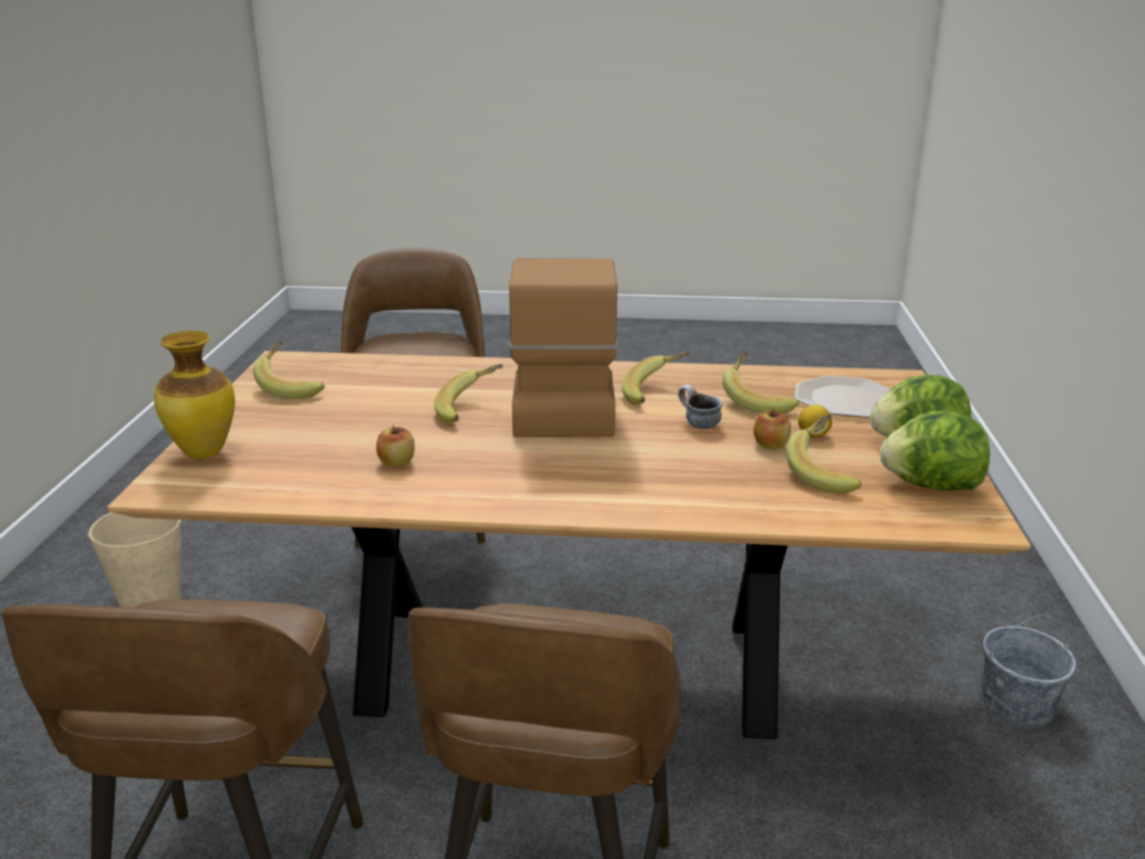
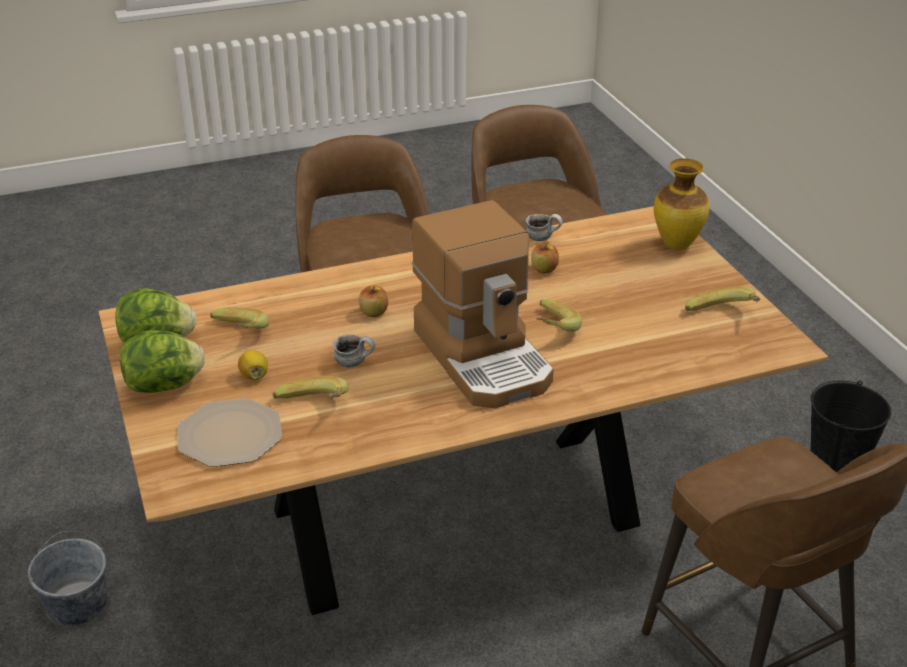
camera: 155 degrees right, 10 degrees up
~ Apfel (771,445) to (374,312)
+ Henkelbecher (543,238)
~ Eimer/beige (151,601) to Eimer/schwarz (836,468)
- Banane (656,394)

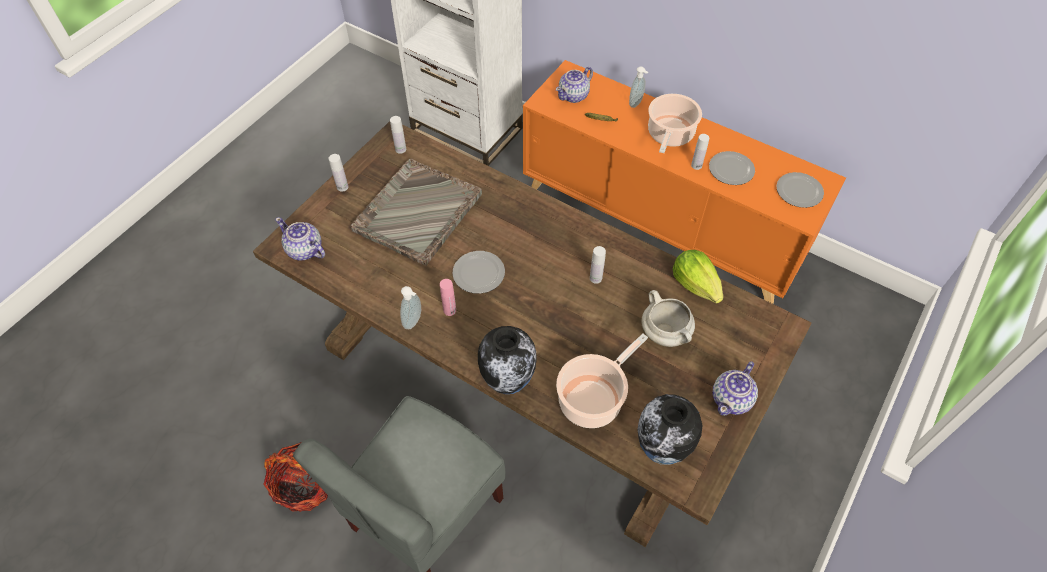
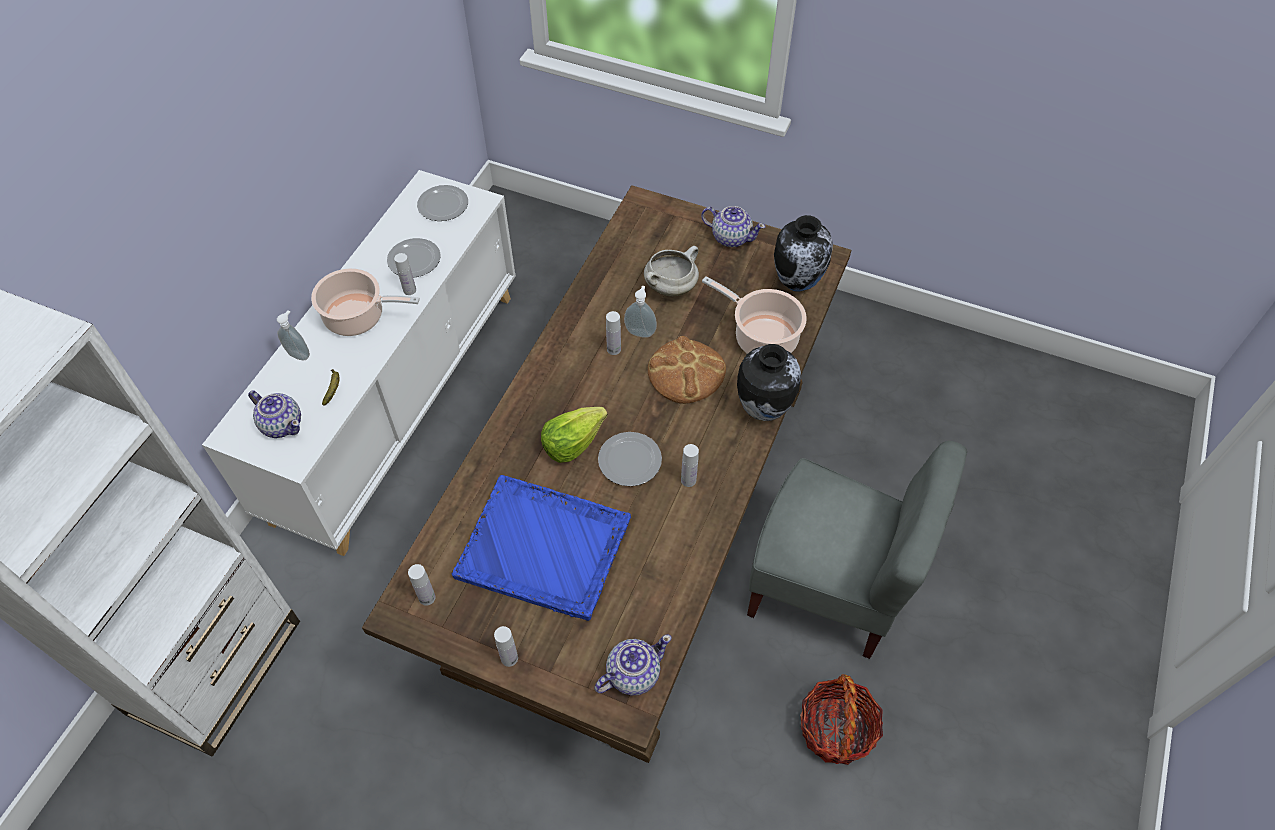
camera: 100 degrees left, 0 degrees up
~ Schrank/orange (660,223) to Schrank/weiß (399,402)
~ Tablett/grau (417,213) to Tablett/blau (545,548)
~ Salatkopf (696,284) to (572,442)
~ Teekanne (305,250) = (632,674) 150 degrees counterclockwise
~ Seifenspender (414,321) to (640,332)
+ Brot (686,373)
~ Flasche/rosa (449,310) to Flasche/weiß (688,480)

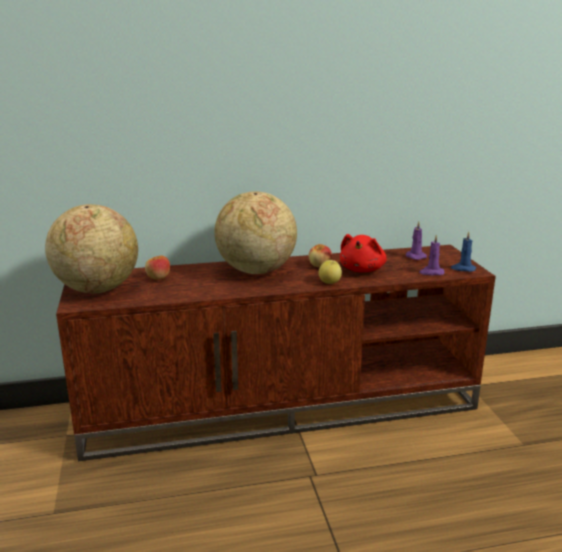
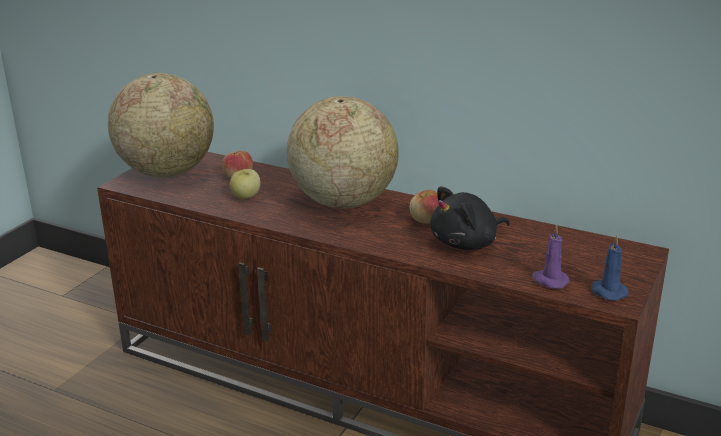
camera: 40 degrees right, 5 degrees up
~ Apfel (330,282) to (246,197)
~ Plüschtier/rot (362,269) to Plüschtier/schwarz (467,243)
- Kerze/lila (415,256)

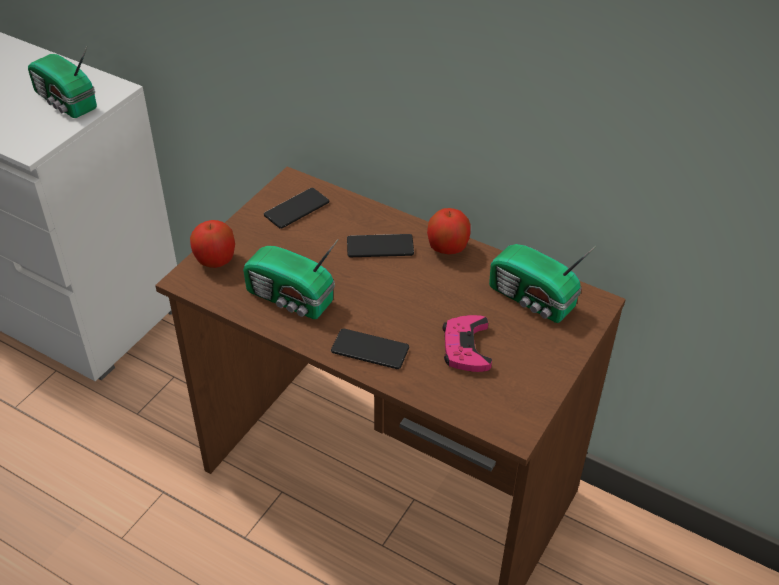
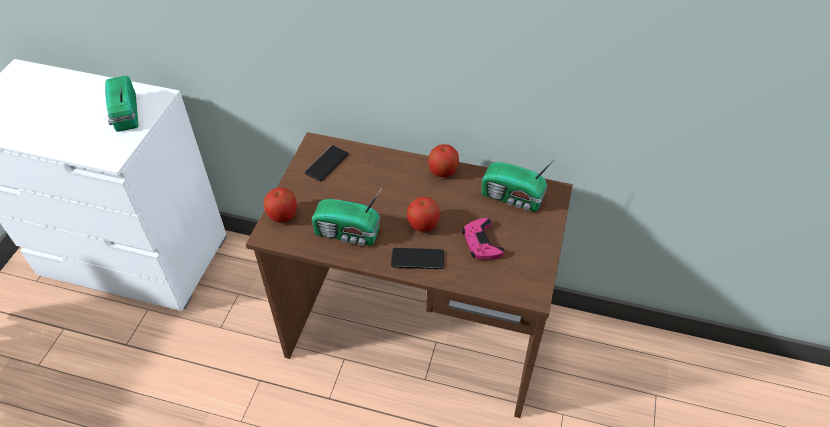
camera: 15 degrees left, 5 degrees up
~ Radio (65,102) = (124,114) 45 degrees clockwise
+ Apfel (423,225)
- Handy (380,247)

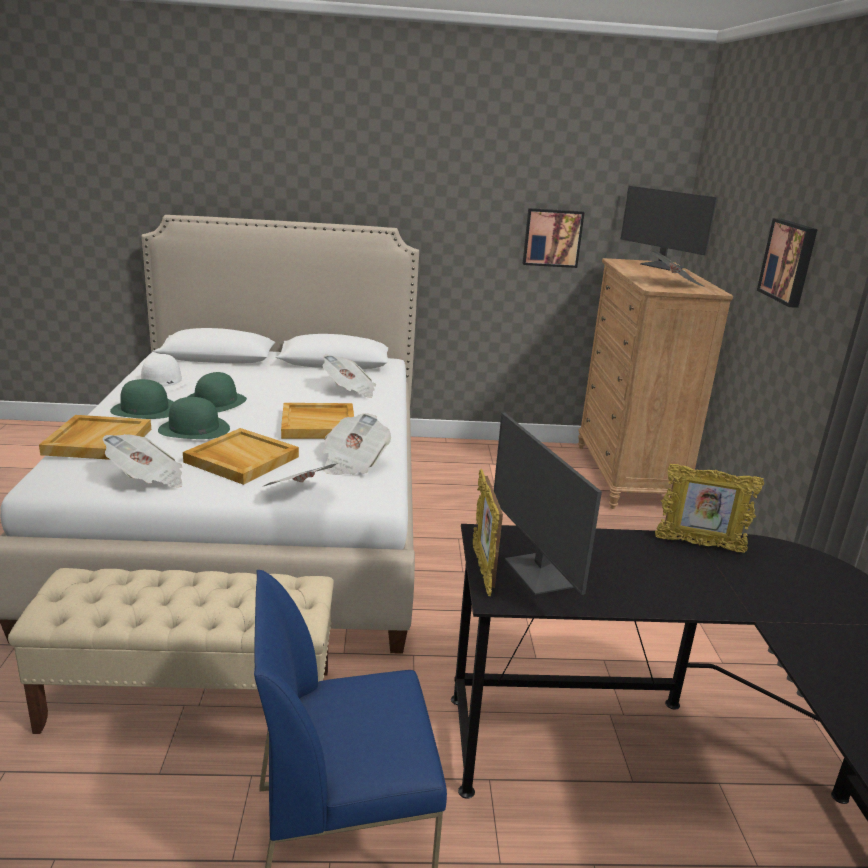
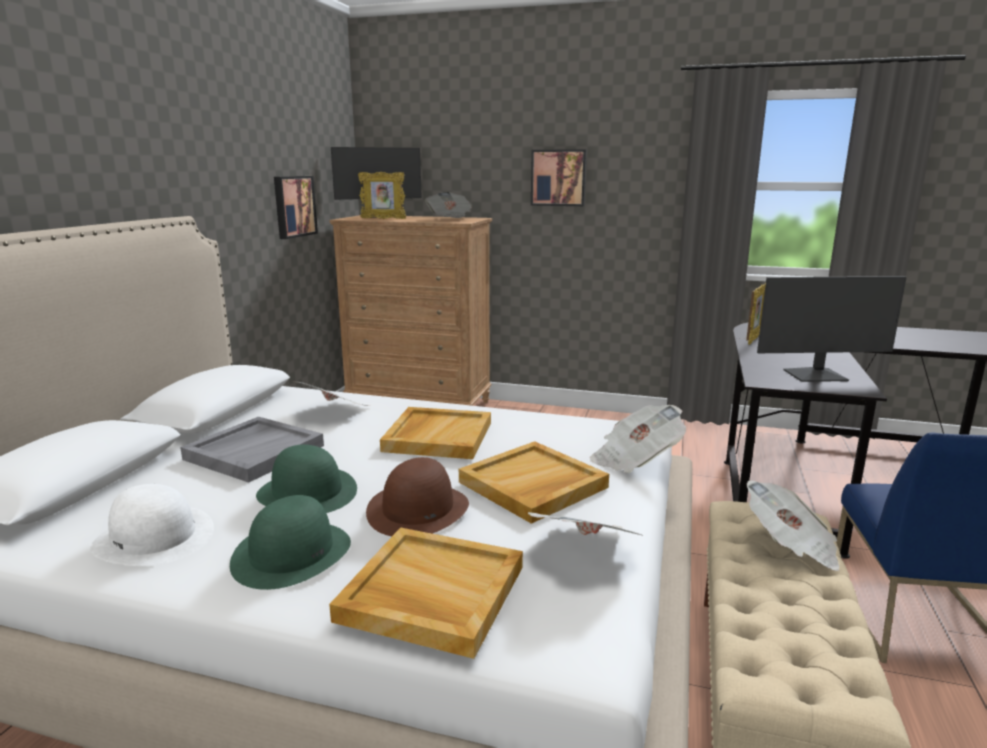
camera: 70 degrees left, 5 degrees down
+ Tablett/grau (255,452)
~ Bilderrahmen (483,570) to (383,219)
~ Hut/grün (193,429) to Hut/braun (418,509)
~ Zeitung (353,463) to (791,546)

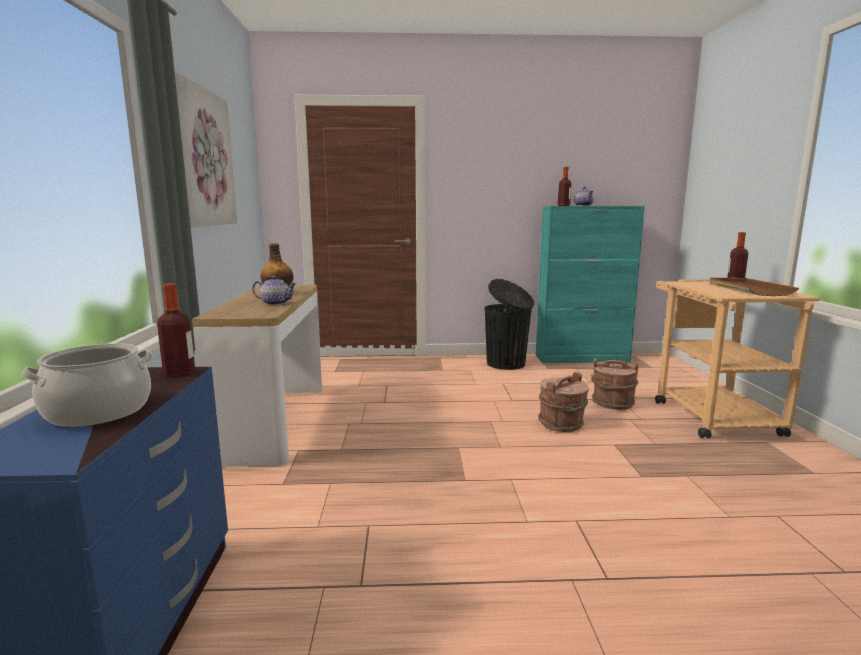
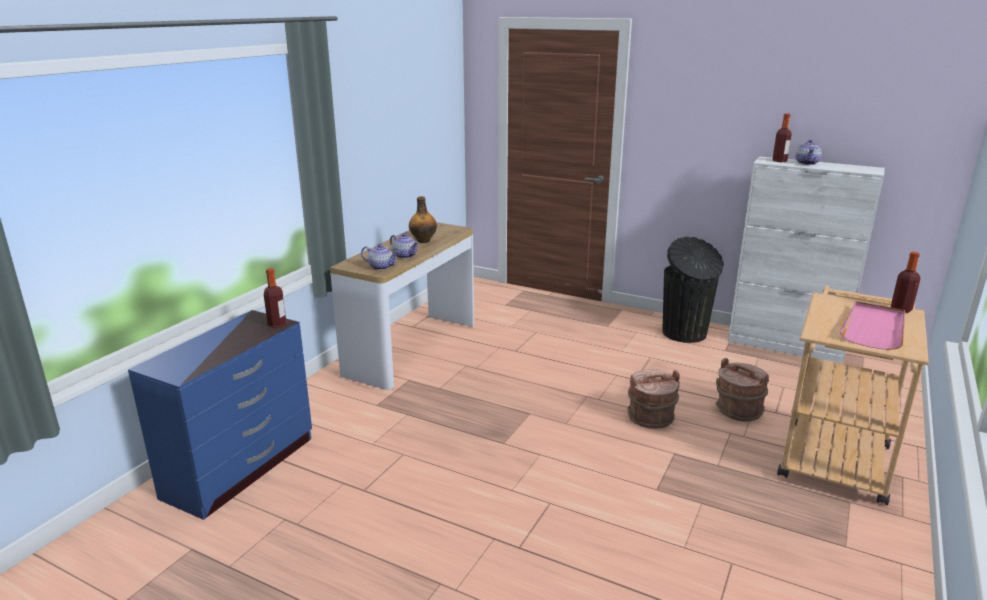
camera: 30 degrees right, 10 degrees up
+ Teekanne (381,267)
~ Schrank/türkis (582,358) to Schrank/weiß (786,346)
~ Tablett/braun (748,289) to Tablett/rosa (873,328)
- Kochtopf (98,411)
- Bild (203,158)

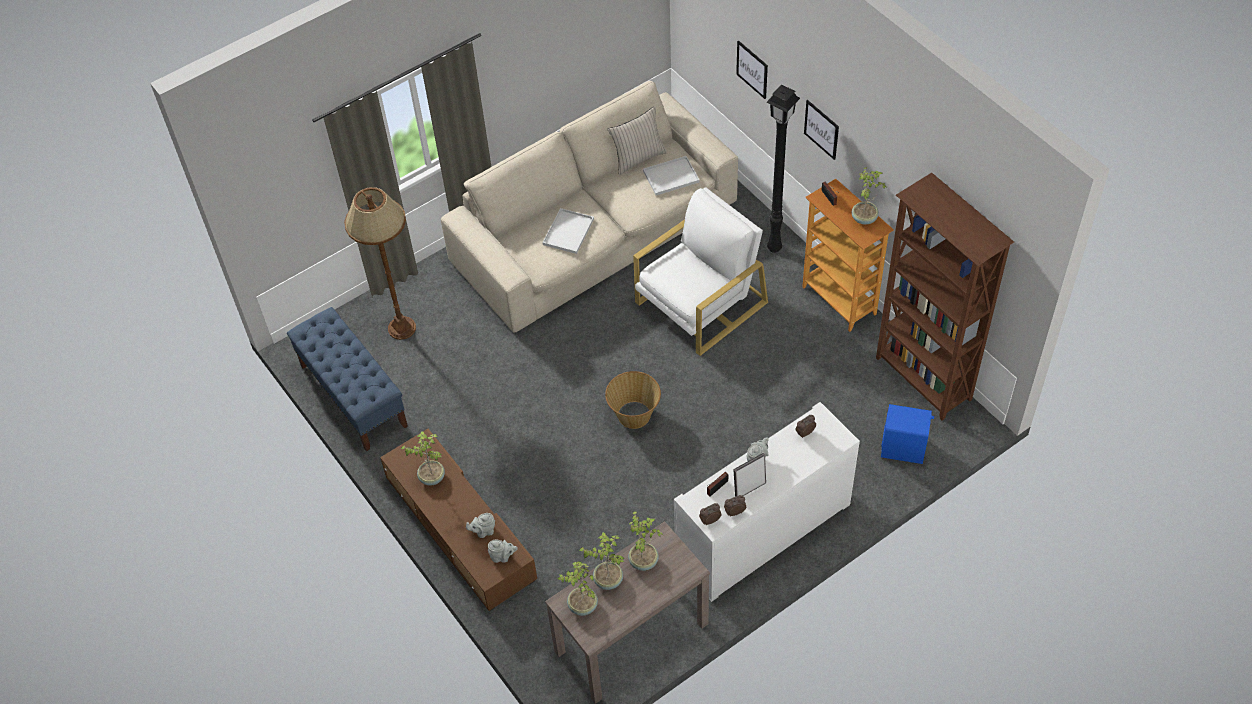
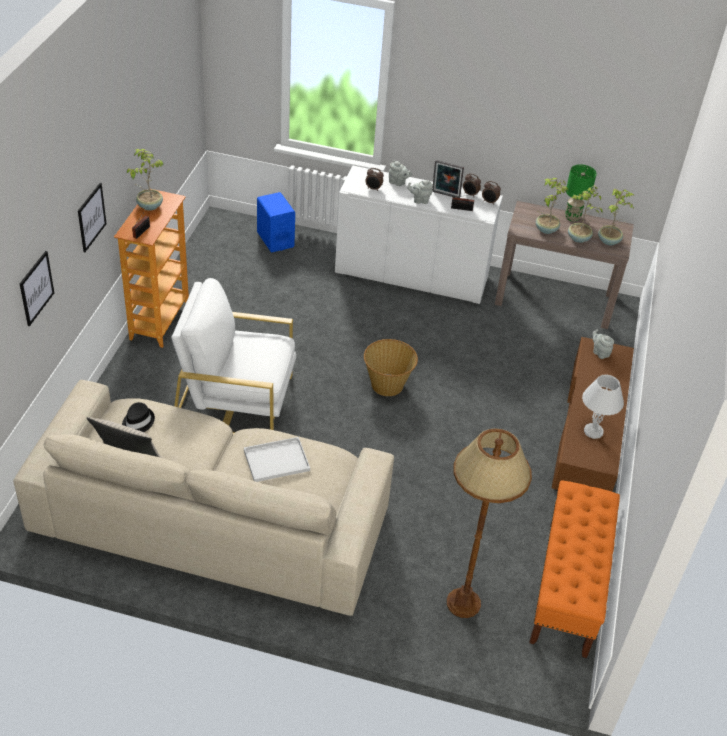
camera: 135 degrees left, 10 degrees down
~ Tablett/weiß (671,176) to Hut/schwarz (137,422)
~ Teekanne/grau (483,531) to (398,183)
~ Bank/blau (353,395) to Bank/orange (567,588)
+ Tischlampe/grün (572,217)
~ Topfpflanze (432,477) to Tischlampe/weiß (593,431)
- Stehlampe/schwarz (774,249)
- Bücherregal/braun (923,380)

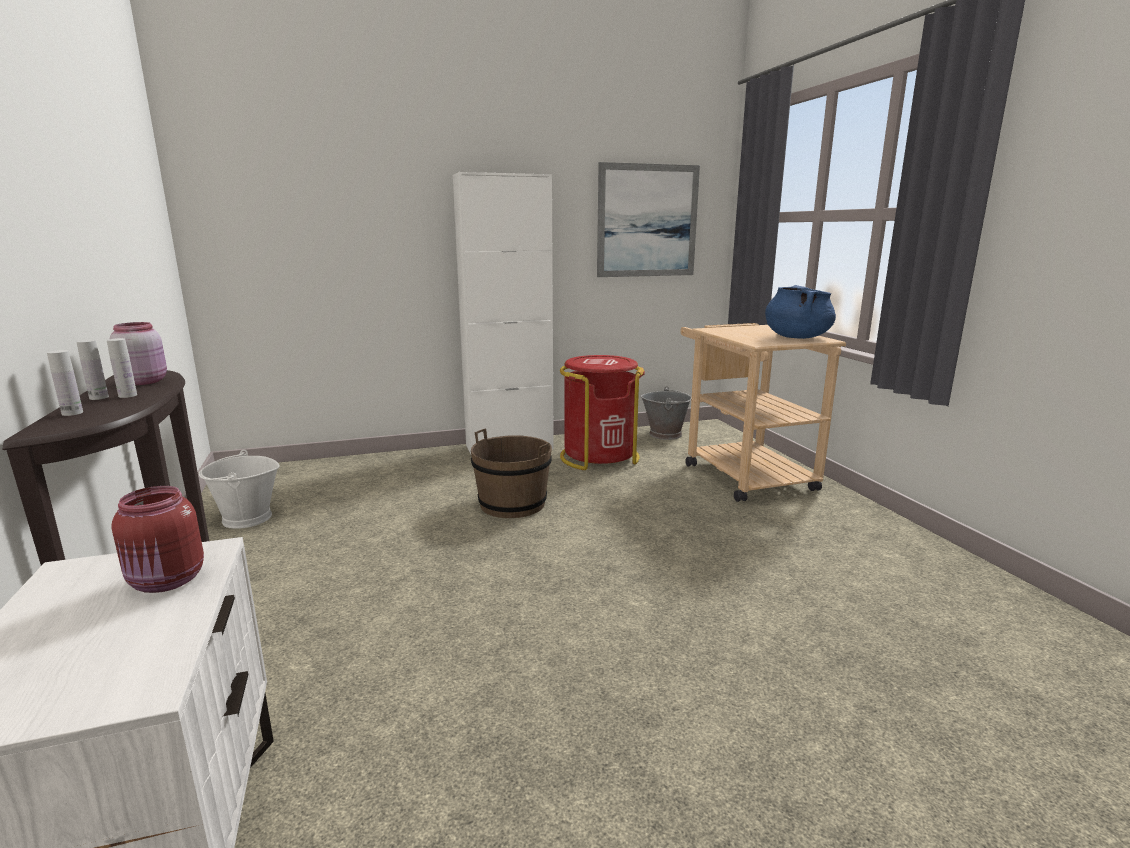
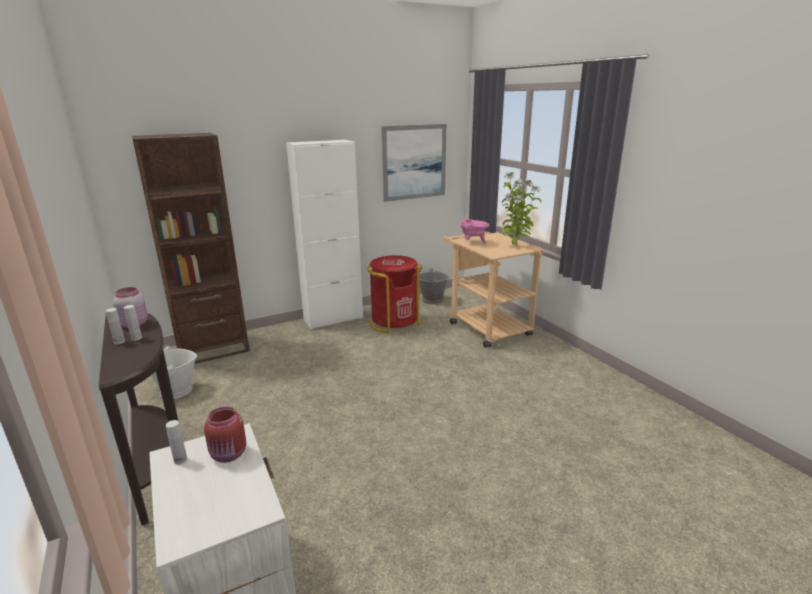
camera: 10 degrees left, 5 degrees up
+ Bücherregal/braun (213,349)
~ Flasche/weiß (72,413) to (180,460)
+ Kochtopf/rosa (473,242)
~ Kochtopf/blau (796,337) to Topfpflanze (515,246)
- Eimer/braun (512,504)

